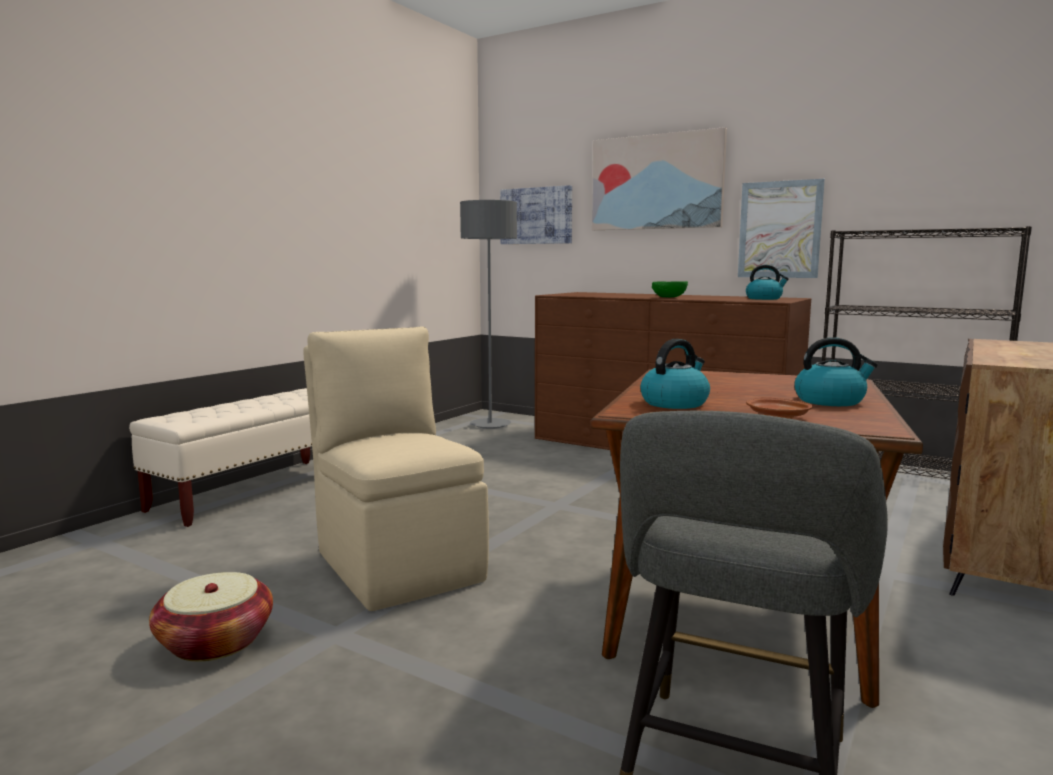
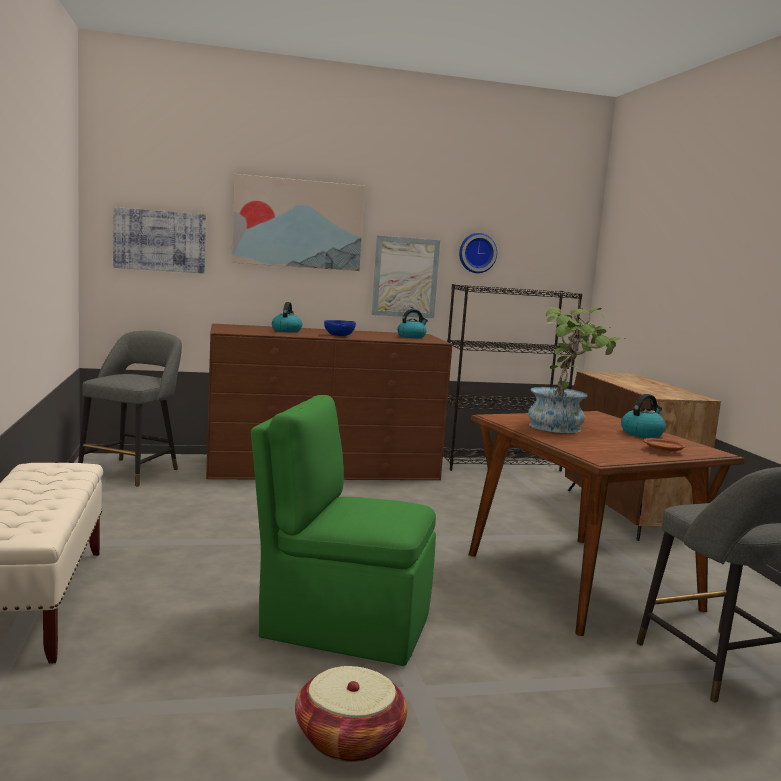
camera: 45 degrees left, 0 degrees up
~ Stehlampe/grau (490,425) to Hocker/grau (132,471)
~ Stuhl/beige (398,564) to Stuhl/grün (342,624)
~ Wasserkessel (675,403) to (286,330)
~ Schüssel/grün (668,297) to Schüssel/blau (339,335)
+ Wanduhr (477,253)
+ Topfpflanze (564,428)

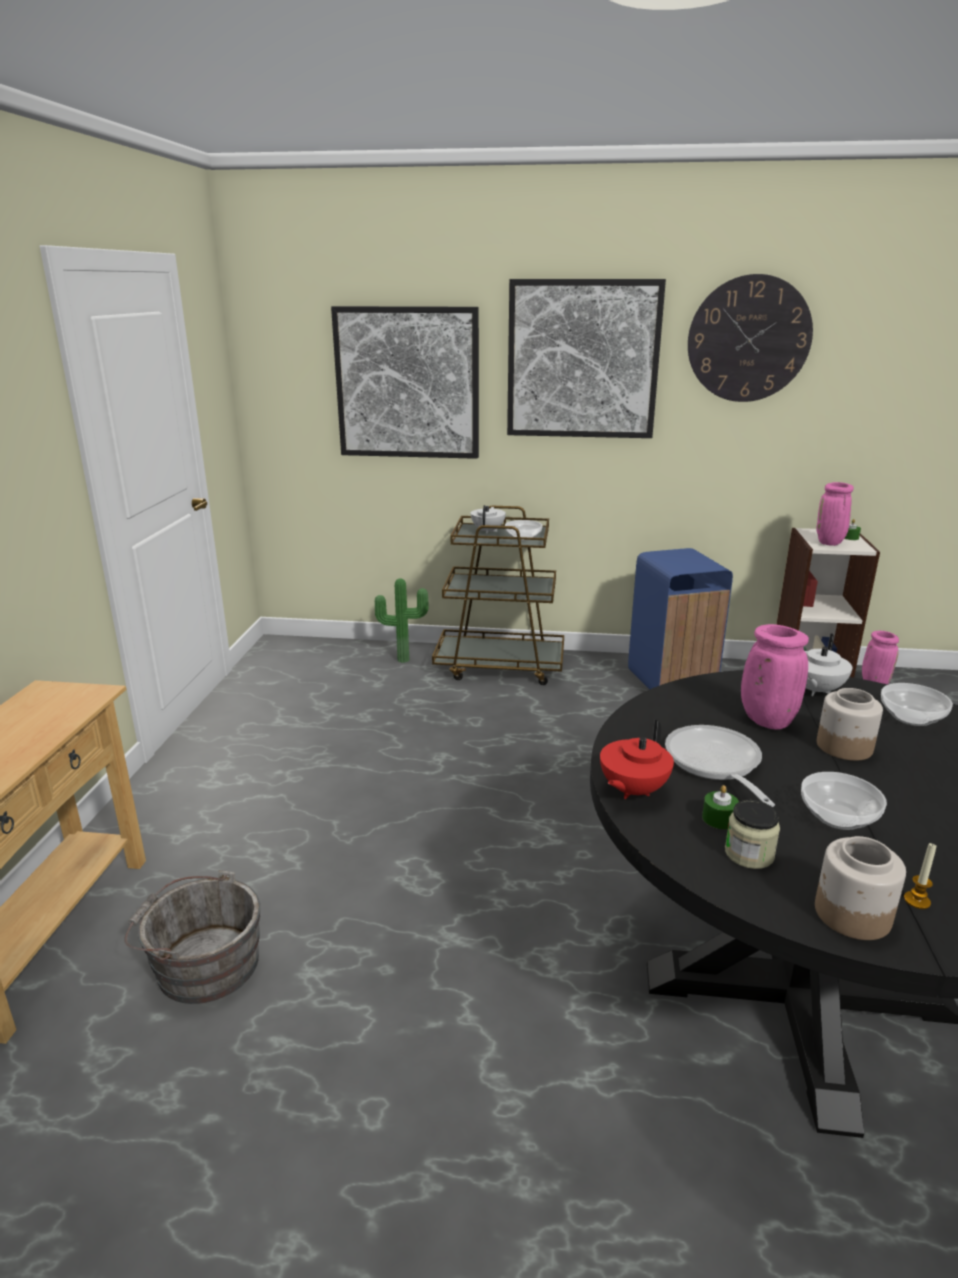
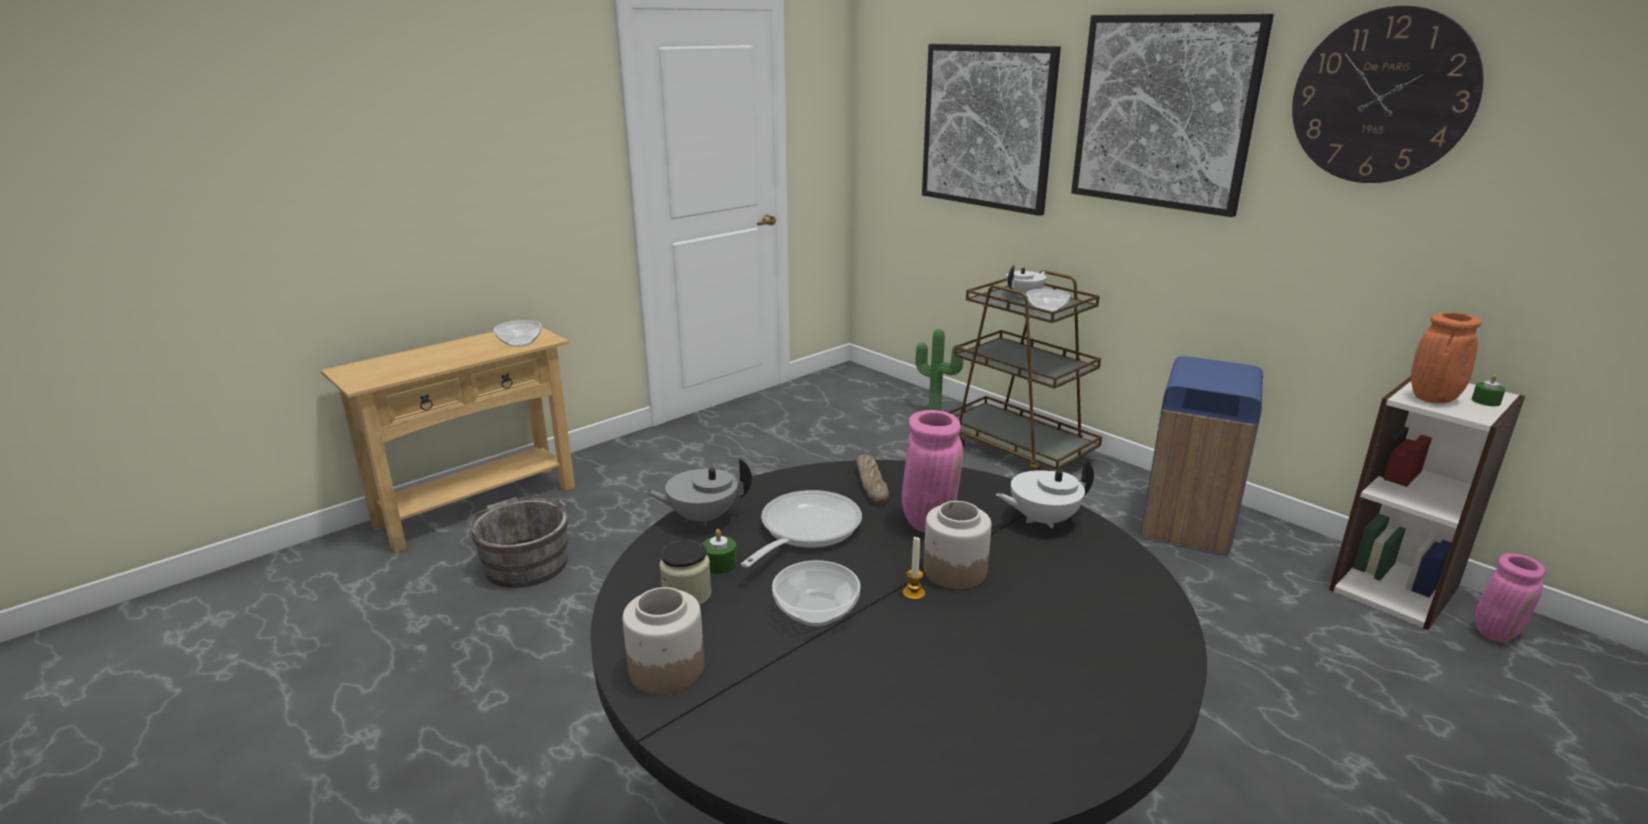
camera: 40 degrees right, 0 degrees up
~ Schüssel (910,717) to (519,342)
~ Teekanne/rot (632,790) to Teekanne/grau (702,517)
+ Brot (871,485)
~ Kerze (917,901) to (913,593)
~ Vase/rosa (829,543) to Vase/orange (1432,399)

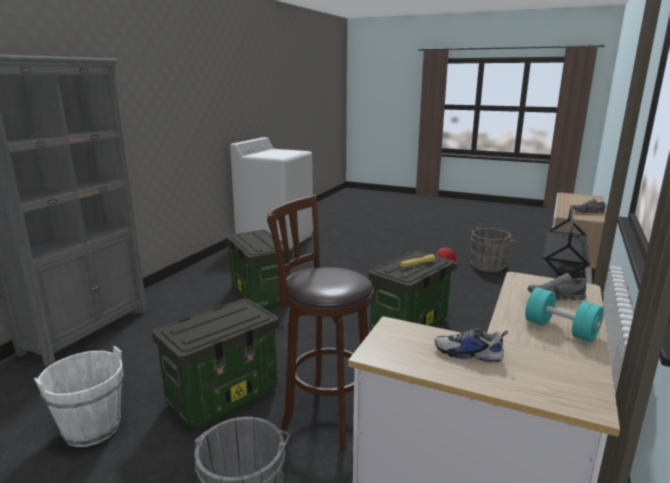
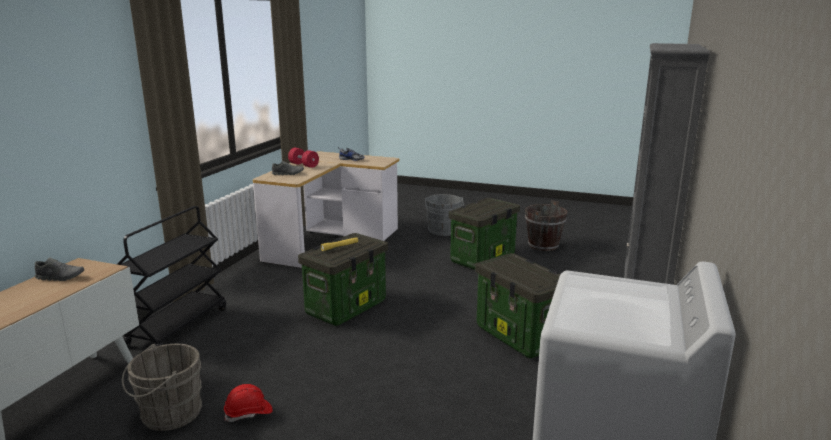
camera: 175 degrees right, 0 degrees up
~ Hantel/türkis (560,329) to Hantel/rot (303,165)
~ Eimer/weiß (92,428) to Eimer/braun (543,246)
- Hocker/braun (324,412)

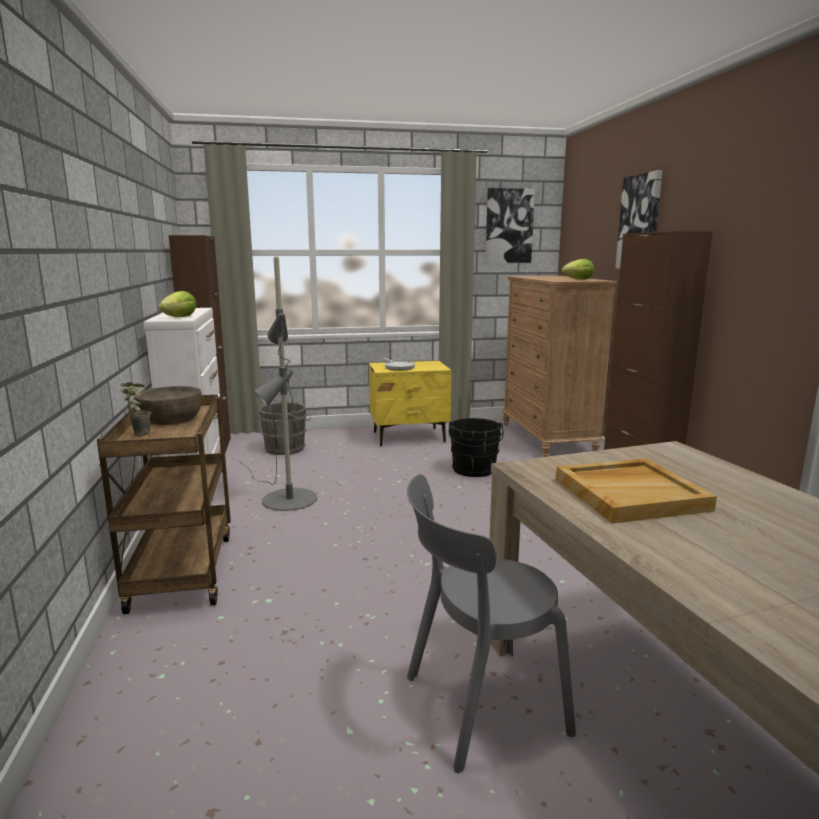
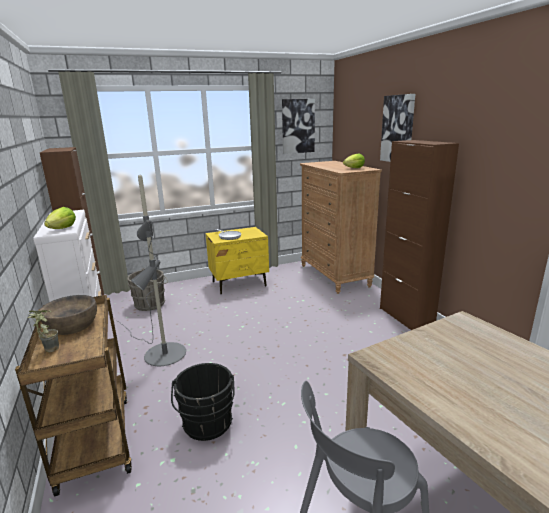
camera: 10 degrees left, 5 degrees up
~ Eimer/schwarz (474,470) to (207,425)
- Tablett/beige (630,494)

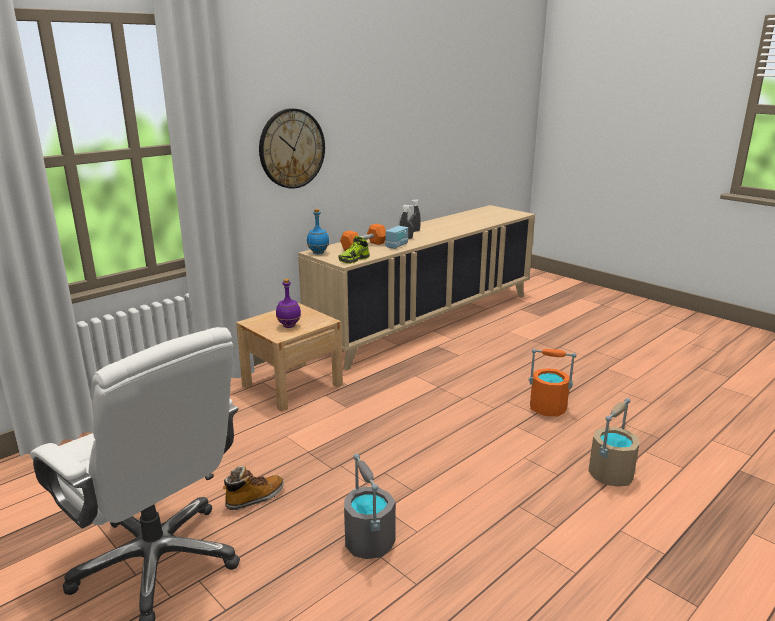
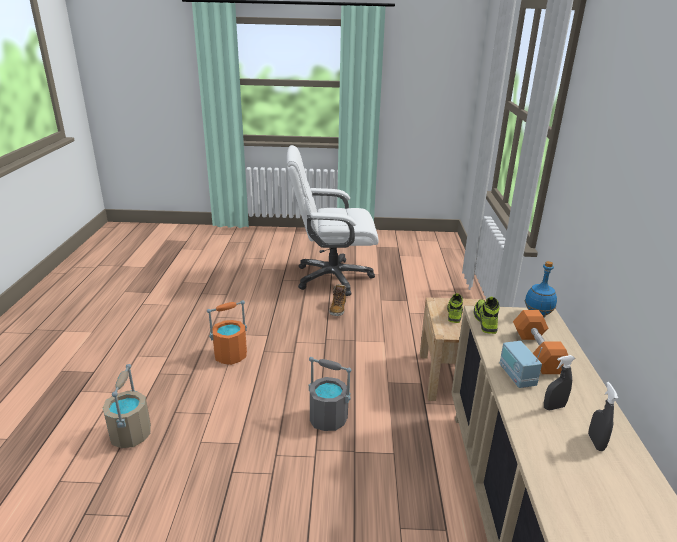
camera: 135 degrees right, 5 degrees up
~ Eimer/orange (547,408) to (231,355)
~ Eimer/grau (369,542) to (328,419)
~ Flasche/lila (289,326) to Schuh (454,313)
- Wanduhr (292,148)

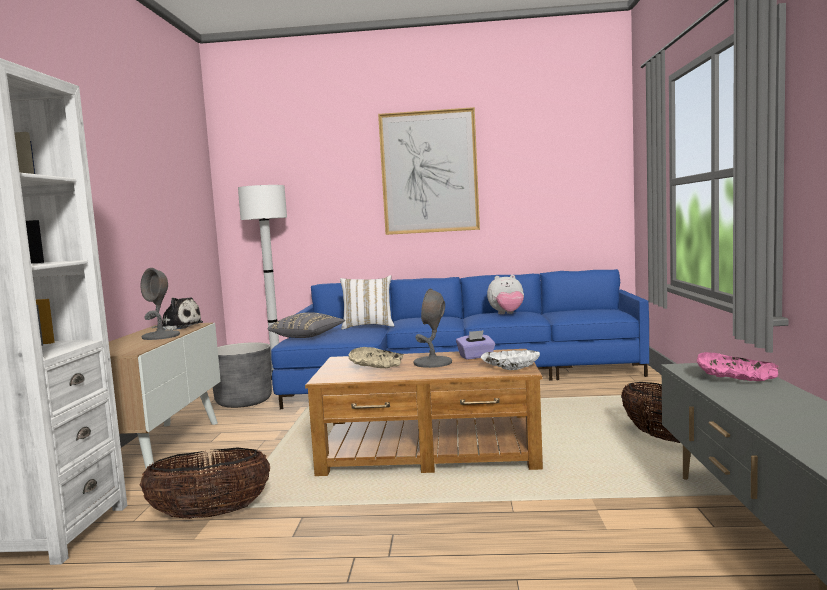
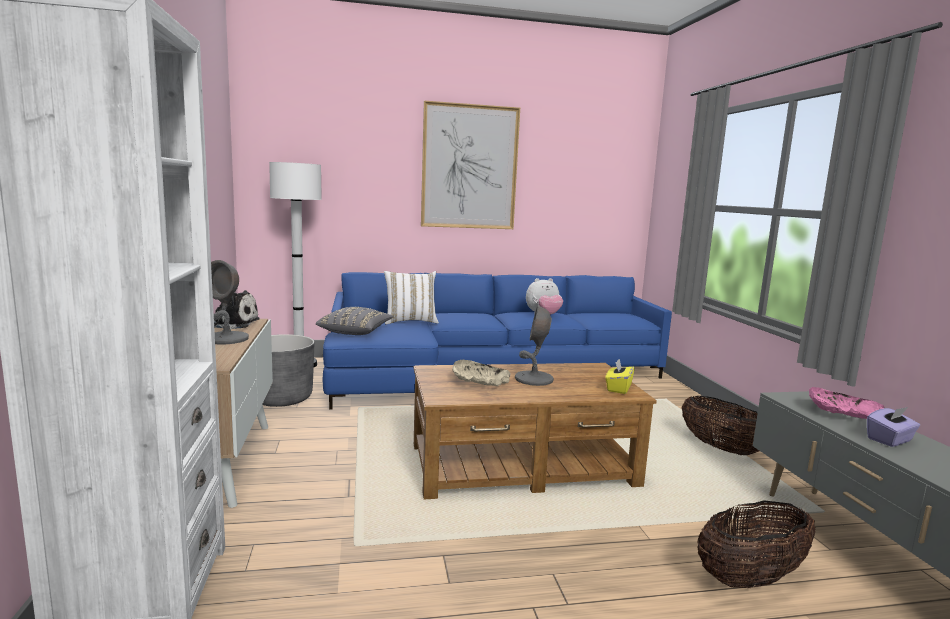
camera: 15 degrees left, 5 degrees up
~ Schüssel/weiß (511,367) to Taschentuchbox/gelb (618,388)
~ Korb (210,515) to (750,578)
~ Taschentuchbox/lila (476,357) to (890,440)

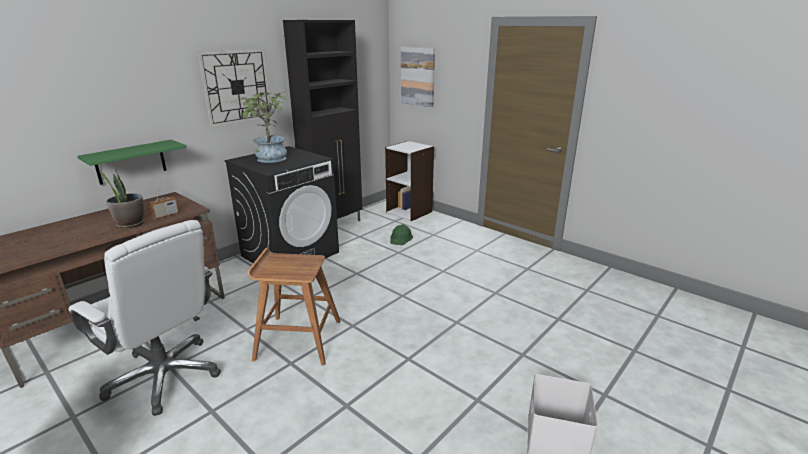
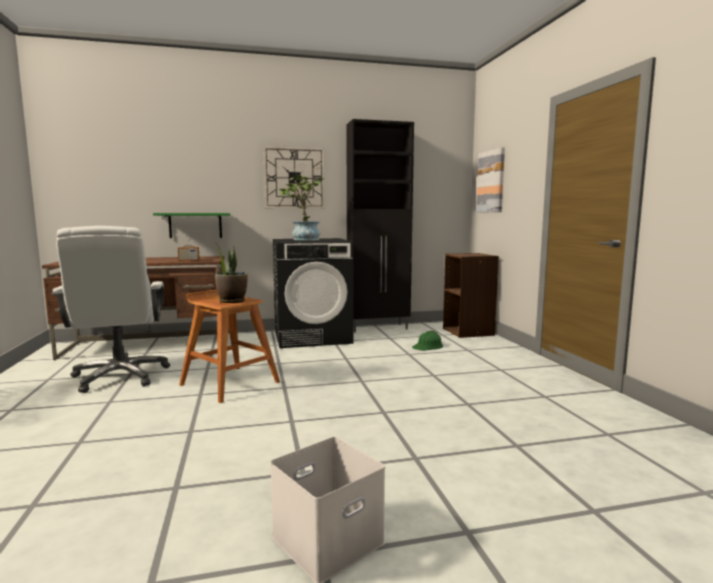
camera: 35 degrees right, 15 degrees down
~ Topfpflanze (130,224) to (232,301)
~ Bücherregal/weiß (409,212) to Bücherregal/braun (468,331)

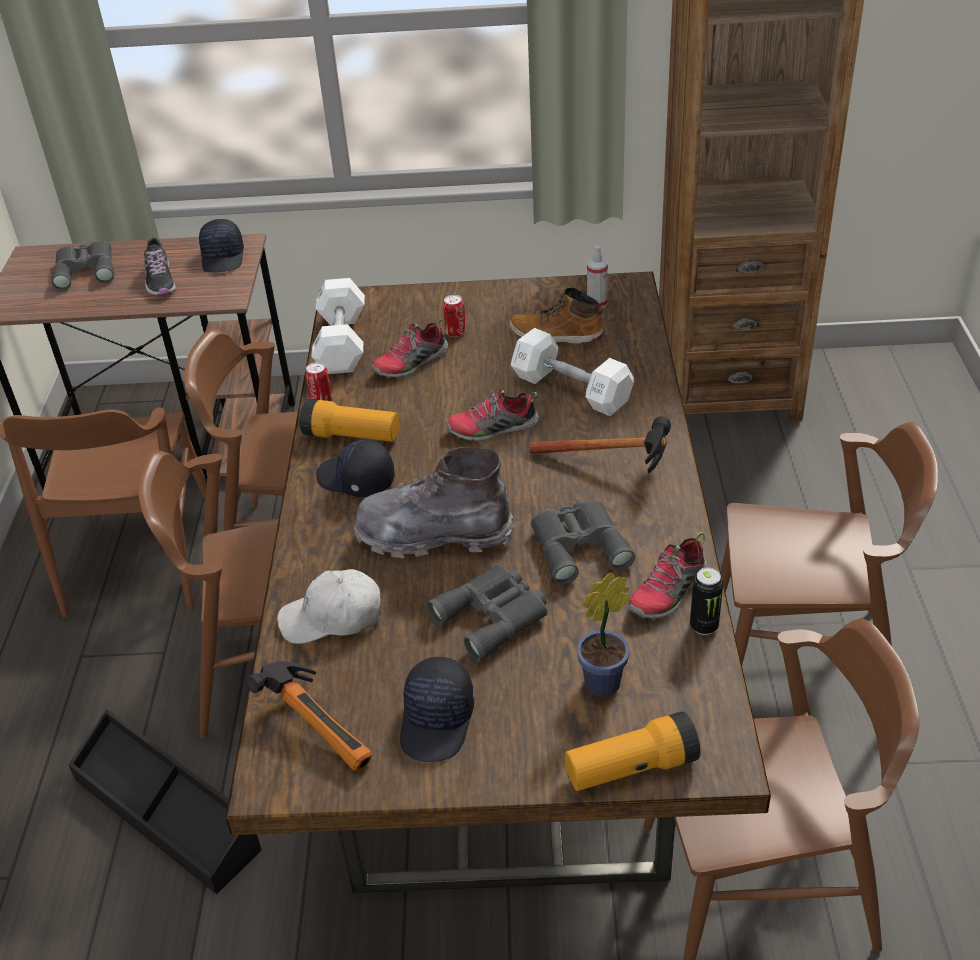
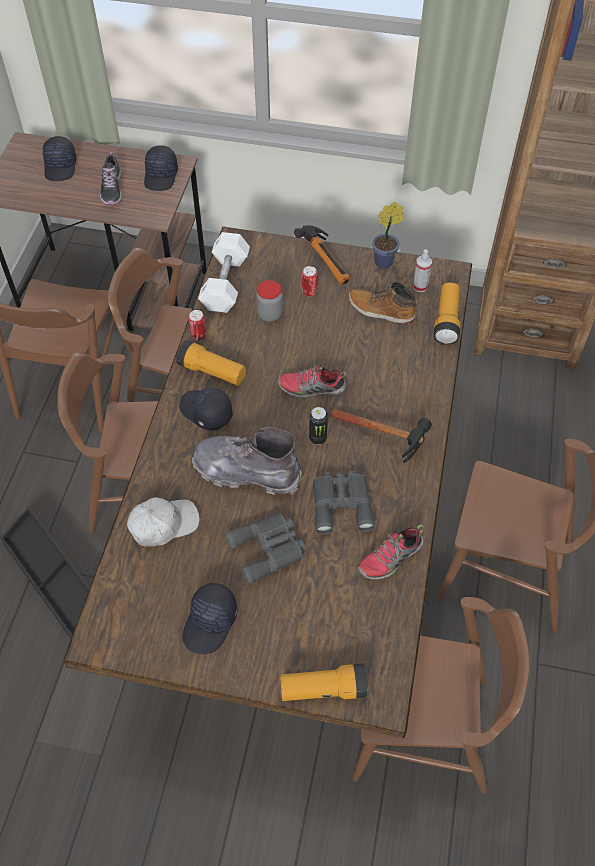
camera: 10 degrees right, 15 degrees up
~ Fernglas/grau (86,269) to Kappe/schwarz (61,166)
~ Kappe/weiß (332,617) = (163,524) 150 degrees clockwise
~ Schuh (411,364) to Vorratsglas (270,314)
~ Hammer (323,725) to (328,262)
~ Dose (704,626) to (317,438)
~ Topfpflanze (606,681) to (386,262)
+ Taschenlampe (446,321)
- Hantel/weiß (571,390)

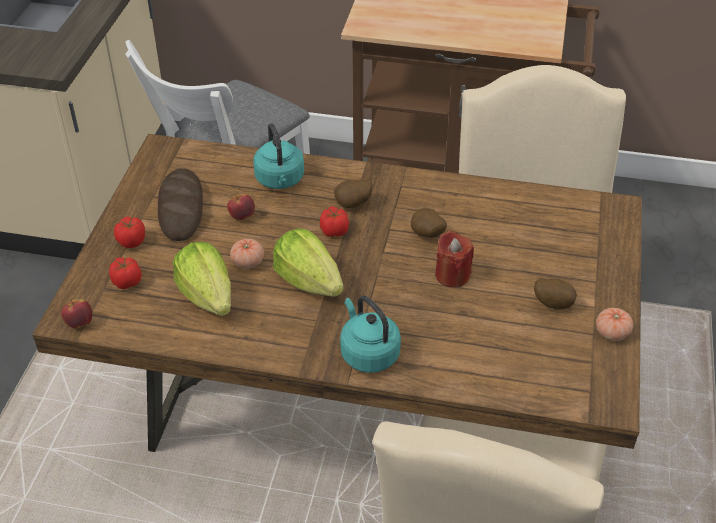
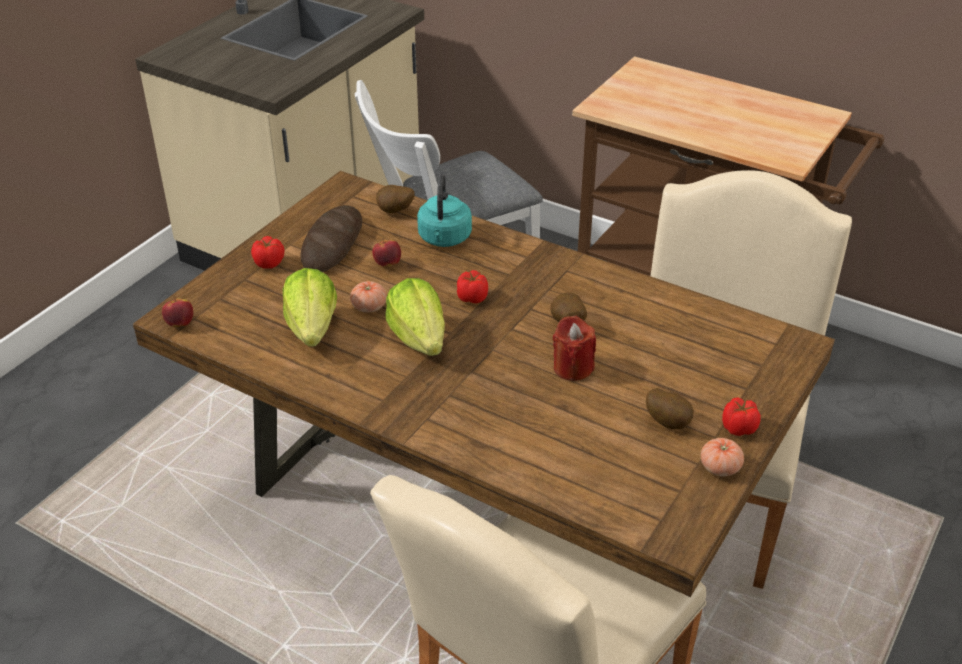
camera: 20 degrees right, 5 degrees down
~ Kartoffel (353,205) to (395,212)
~ Tomate (126,281) to (738,427)
- Wasserkessel/türkis (368,353)

